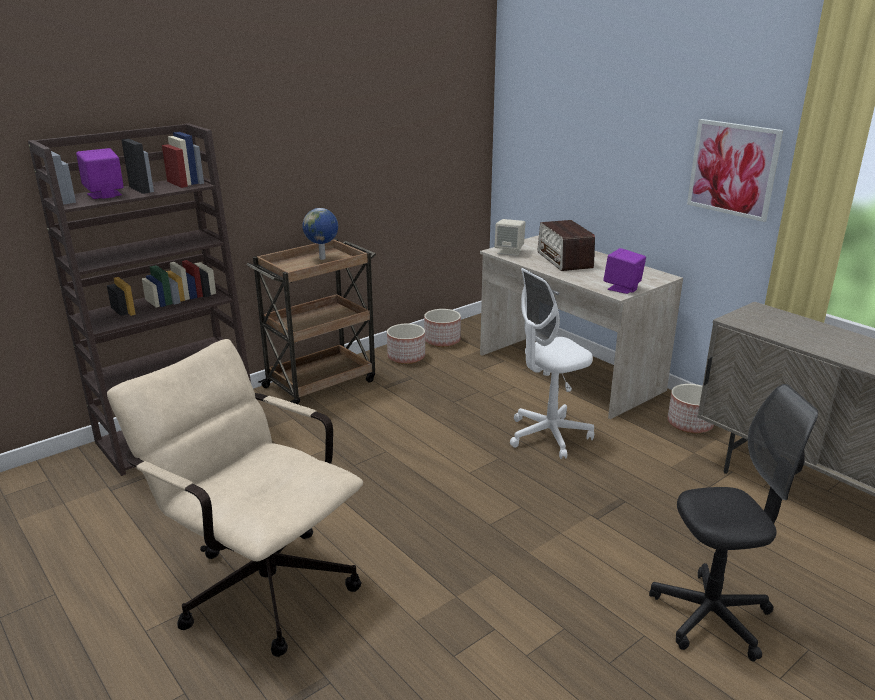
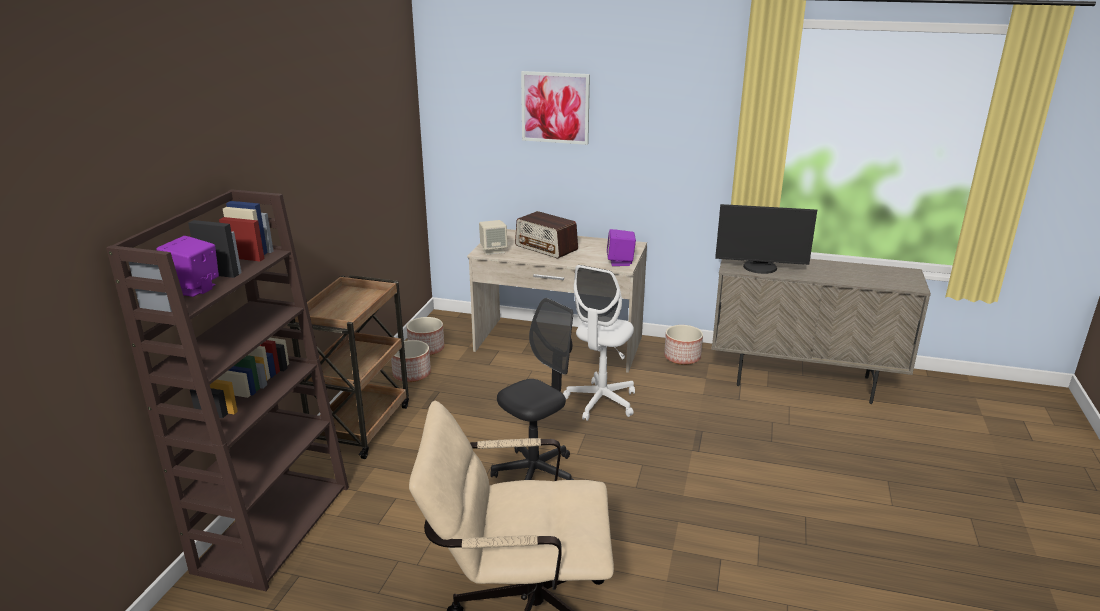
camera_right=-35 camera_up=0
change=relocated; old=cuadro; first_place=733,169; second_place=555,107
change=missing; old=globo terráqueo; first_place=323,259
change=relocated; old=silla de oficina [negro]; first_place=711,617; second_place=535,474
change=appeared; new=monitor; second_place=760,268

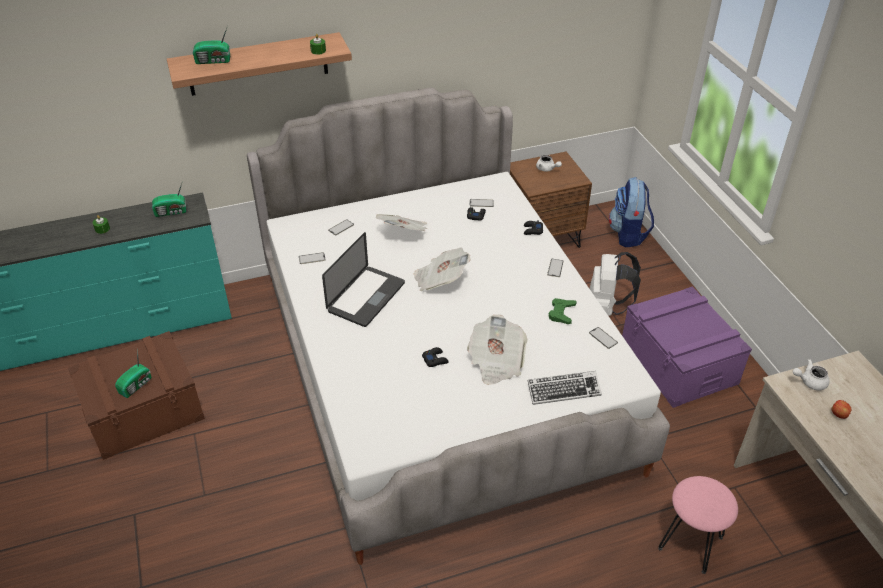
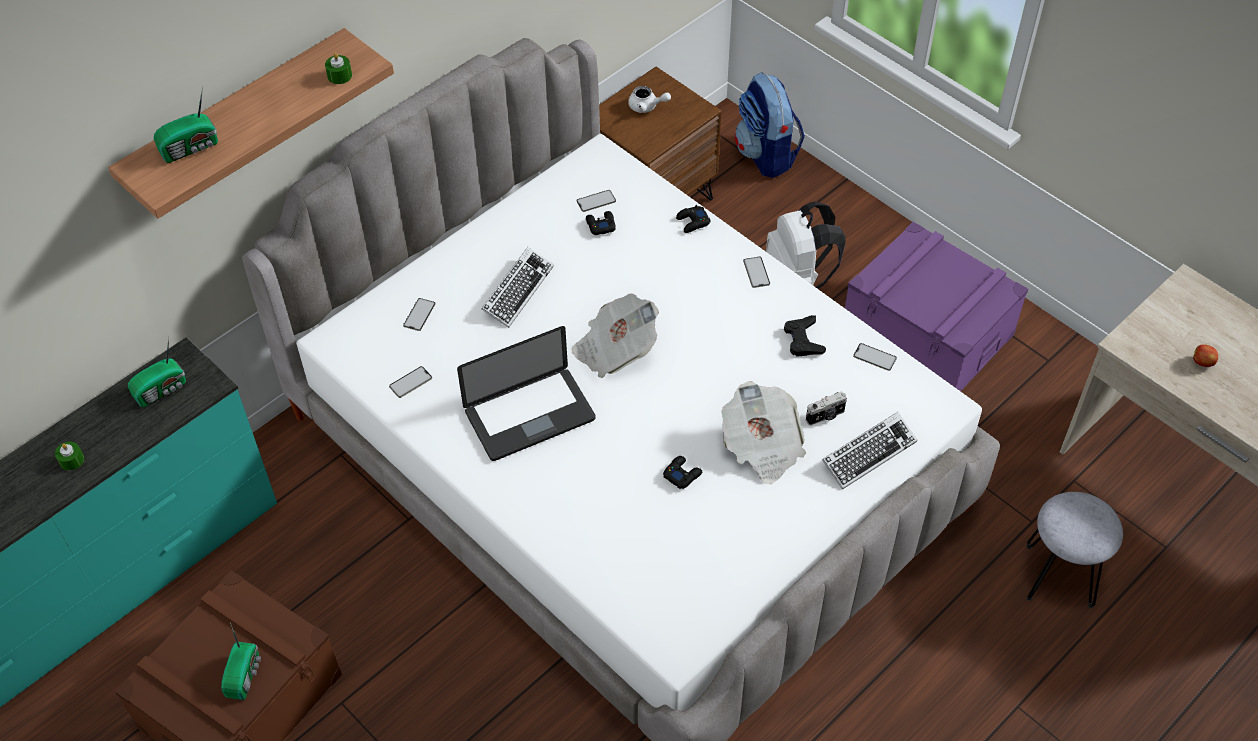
camera_right=-25 camera_up=10
change=exchanged; old=periódico; new=teclado; first_place=404,233; second_place=517,291
change=spun; old=portátil; first_place=366,297; second_place=530,416; degrees=60
change=colour; old=mando de consola [verde]; new=mando de consola [negro]; first_place=561,313; second_place=803,340
change=missing; old=tetera [blanco]; first_place=809,381
change=colour; old=taburete [rosa]; new=taburete [gris]; first_place=690,542; second_place=1058,575
change=appeared; new=cámara; second_place=825,416

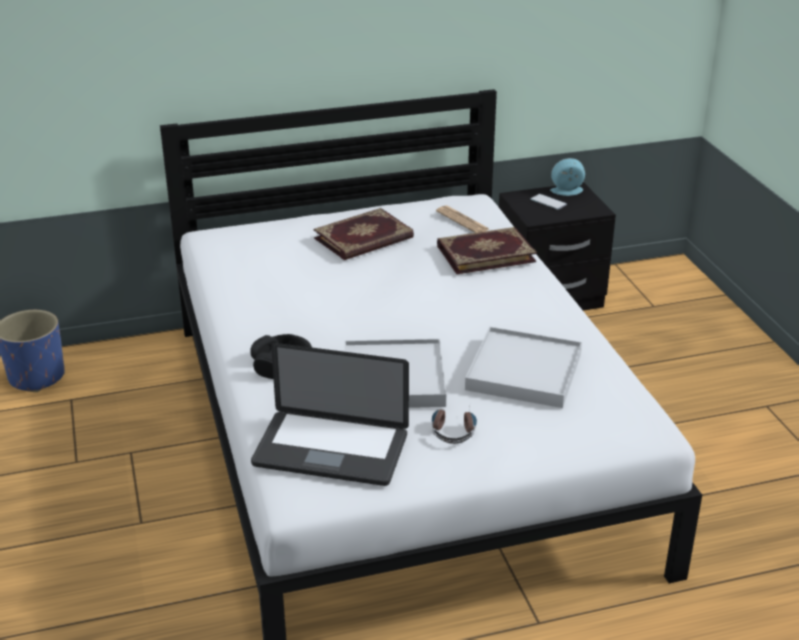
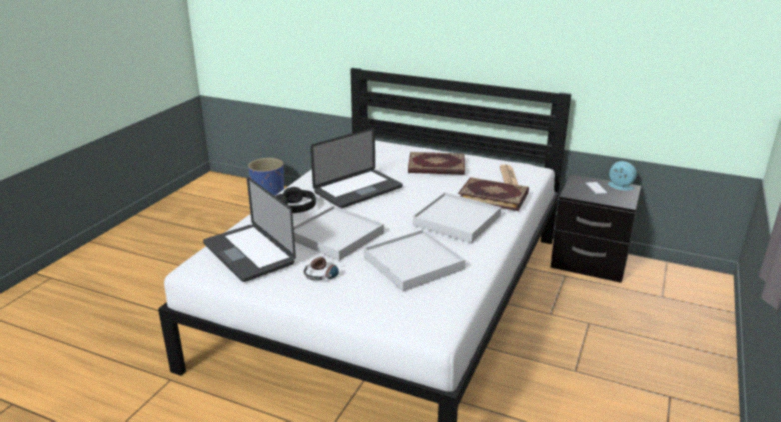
camera_right=40 camera_up=-5
change=appeared; new=portátil; second_place=358,190
change=appeared; new=bandeja [blanco]; second_place=457,220

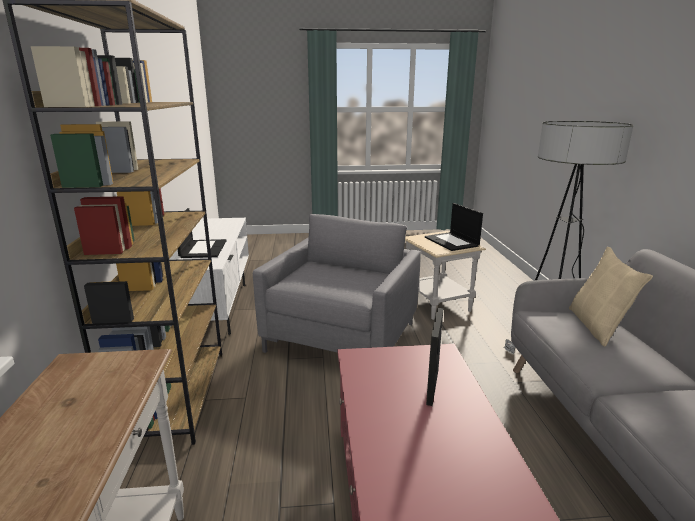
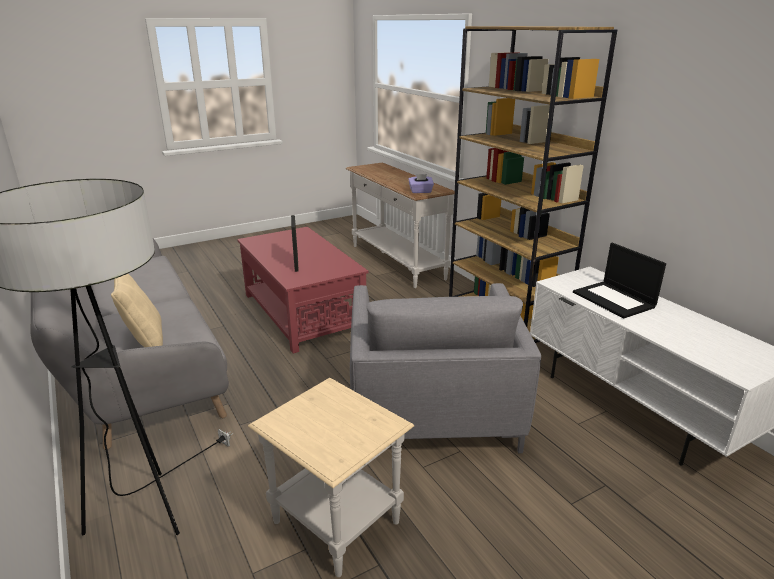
camera_right=155 camera_up=5
change=missing; old=portátil; first_place=452,242
change=appeared; new=caja de pañuelos [morado]; second_place=420,191

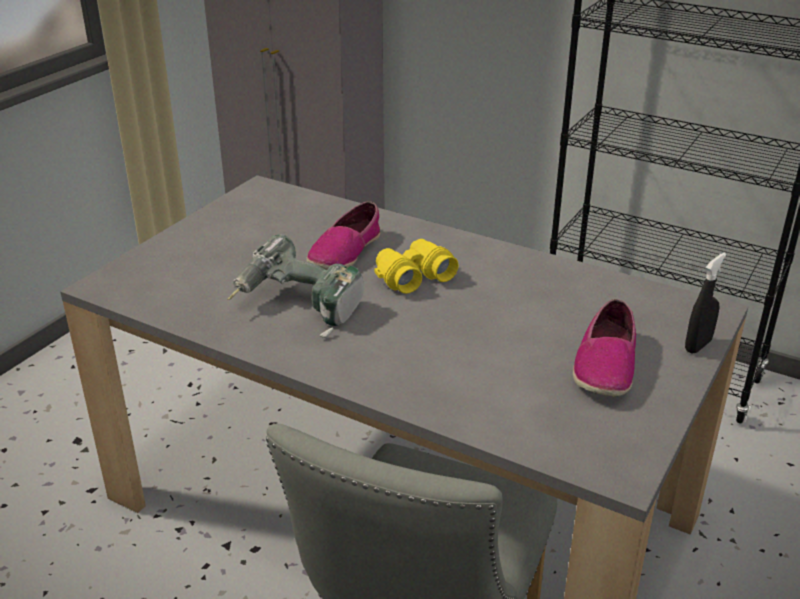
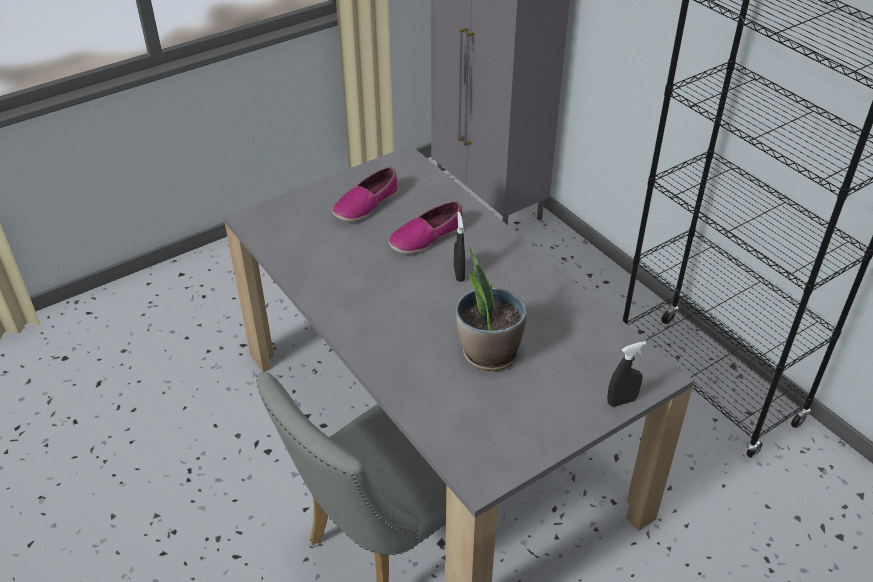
camera_right=25 camera_up=10
change=missing; old=taladro; first_place=297,307
change=exchanged; old=prismáticos [amarillo]; new=pulverizador [negro]; first_place=413,276; second_place=459,273
change=relocated; old=zapato; first_place=605,365; second_place=366,205
change=appeared; new=planta en maceta; second_place=488,353

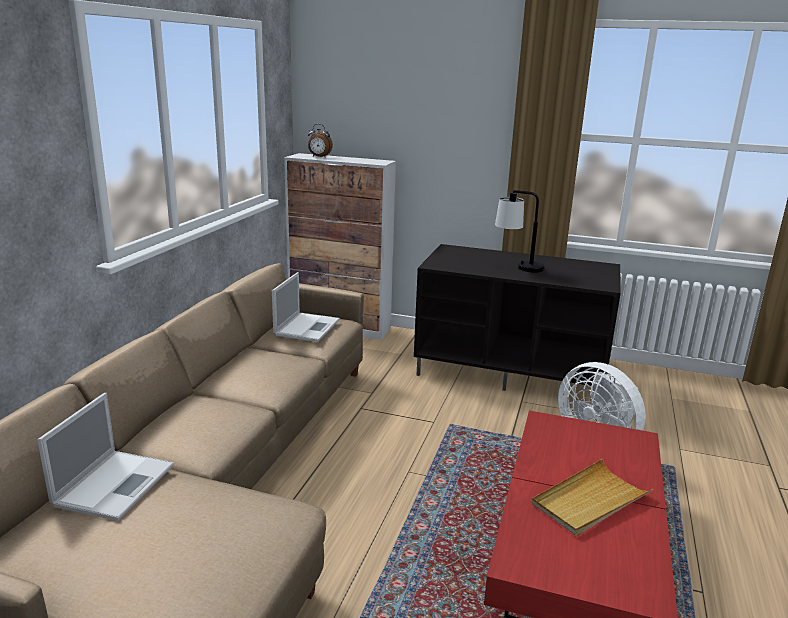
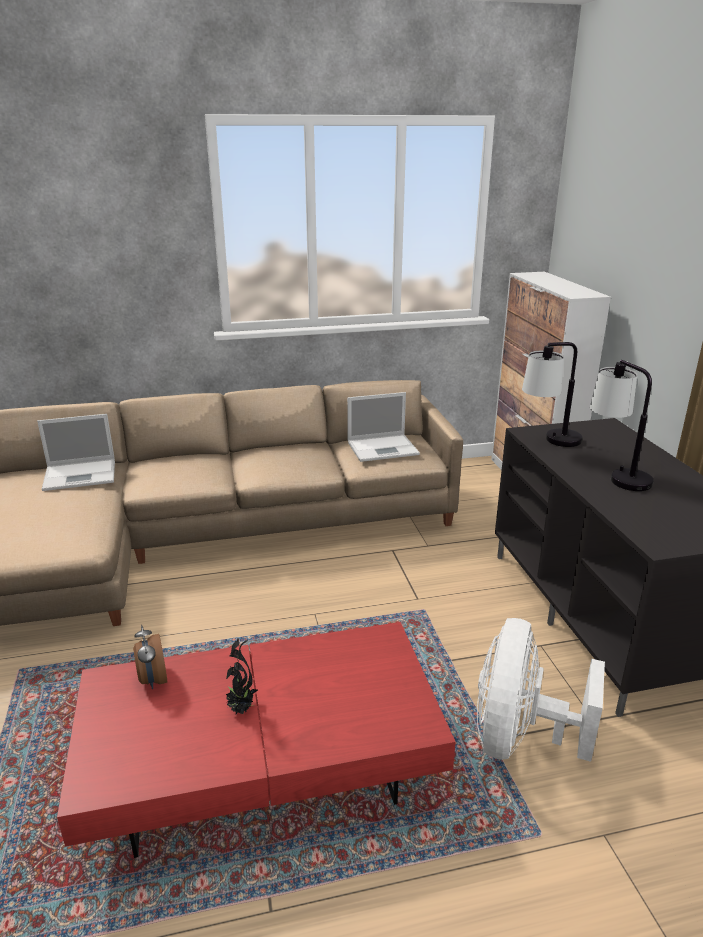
camera_right=60 camera_up=5
change=relocated; old=despertador; first_place=319,157; second_place=152,679
change=exchanged; old=bandeja [beis]; new=planta en maceta; first_place=590,500; second_place=241,709
change=appeared; new=lámpara de mesa; second_place=549,442

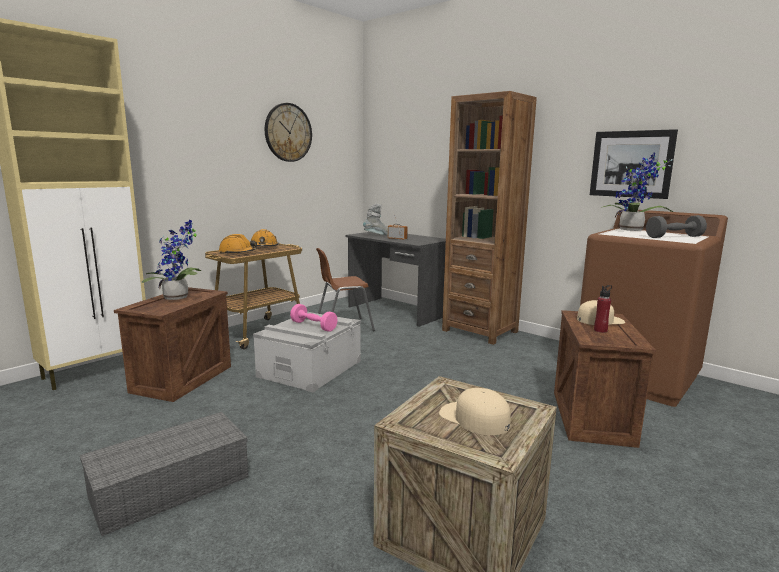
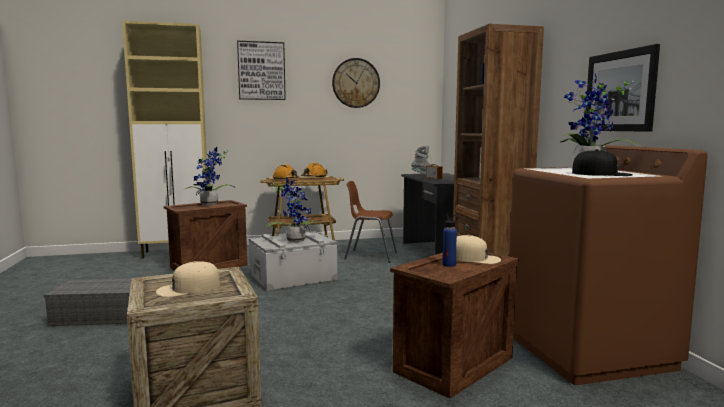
camera_right=35 camera_up=-5
change=exchanged; old=mancuerna [gris]; new=gorra [negro]; first_place=674,237; second_place=601,174
change=colour; old=botella [rojo]; new=botella [azul]; first_place=600,330; second_place=449,264
change=exchanged; old=mancuerna [rosa]; new=planta en maceta; first_place=313,326; second_place=295,240
change=spun; old=gorra [beis]; first_place=474,418; second_place=188,288; degrees=-105
change=appeared; new=cuadro; second_place=261,71

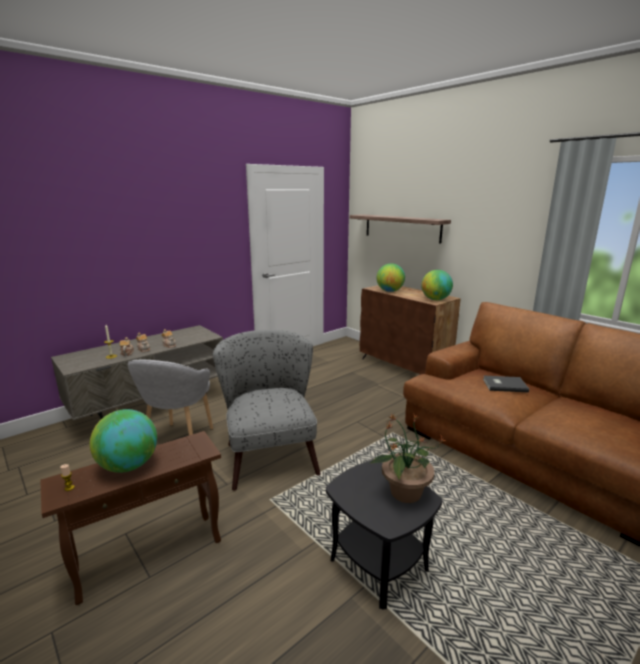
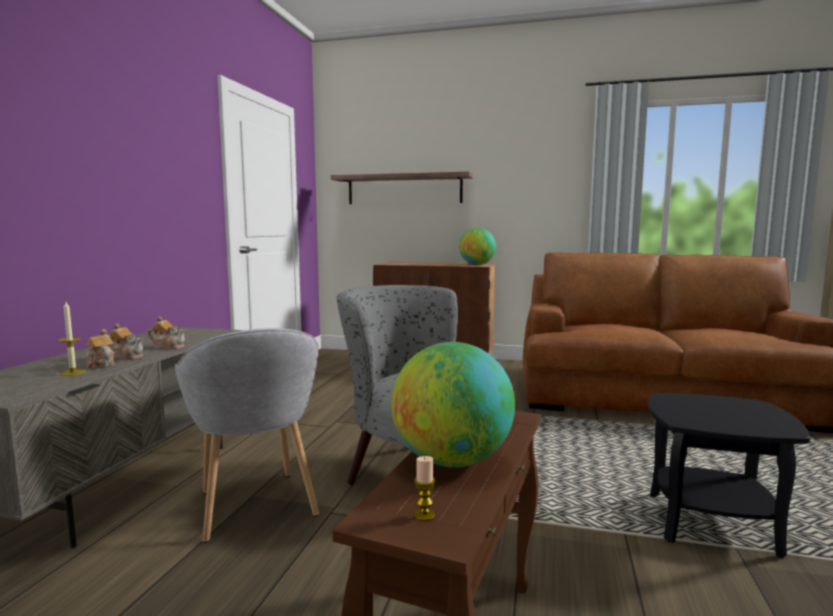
camera_right=-35 camera_up=-10
change=missing; old=globo terráqueo; first_place=390,291
change=missing; old=libro [gris]; first_place=504,385
change=missing; old=planta en maceta; first_place=404,492

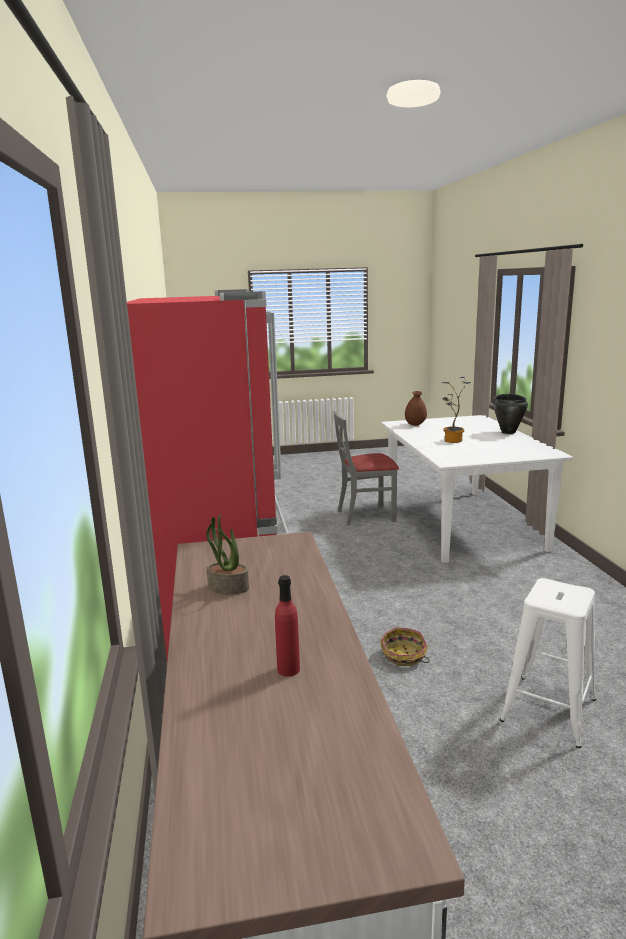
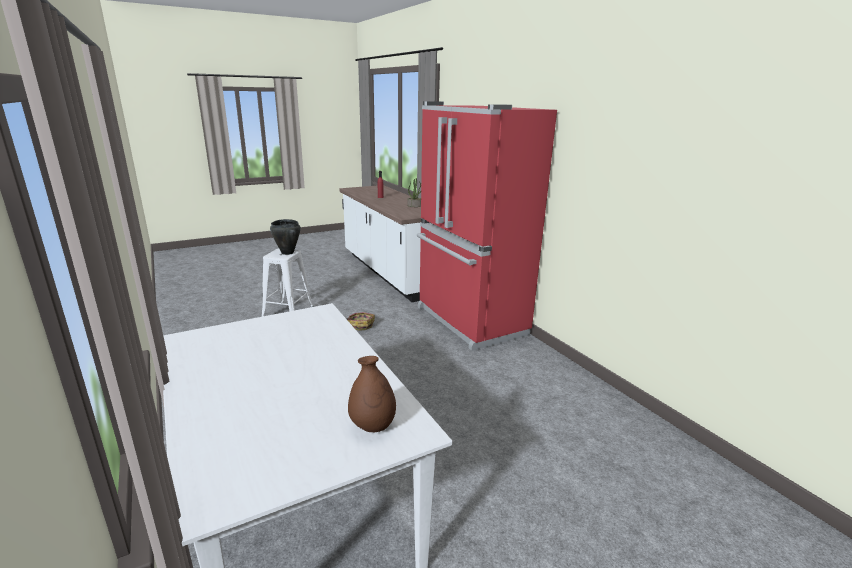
camera_right=160 camera_up=5
change=missing; old=planta en maceta; first_place=452,441
change=relocated; old=olla [negro]; first_place=508,432; second_place=287,253
change=missing; old=silla [gris]; first_place=366,515

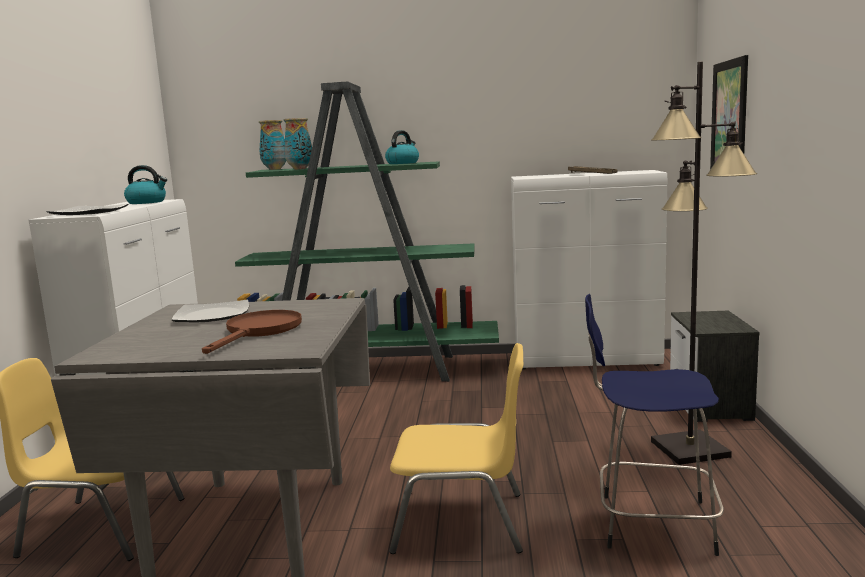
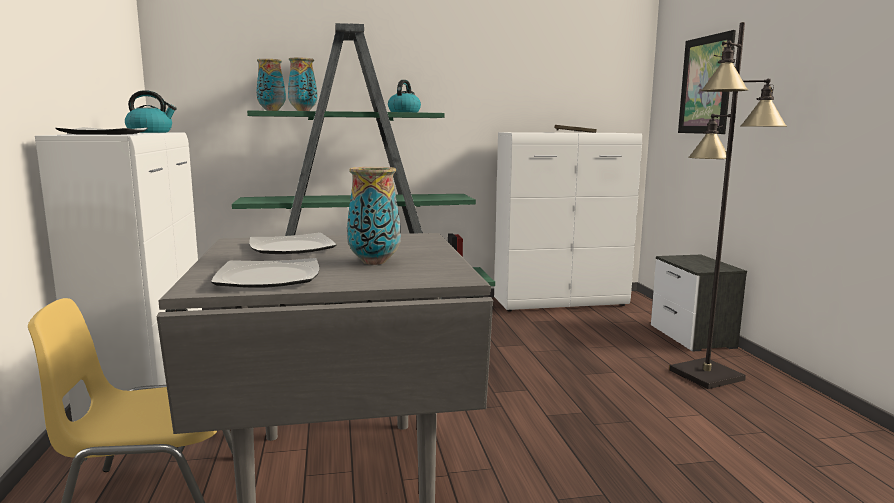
camera_right=-15 camera_up=0
change=missing; old=taburete [azul]; first_place=651,523
change=exchanged; old=sartén [marrón]; new=florero; first_place=259,331; second_place=375,262
change=missing; old=silla [amarillo]; first_place=462,522
change=appeared; new=plato; second_place=269,277

